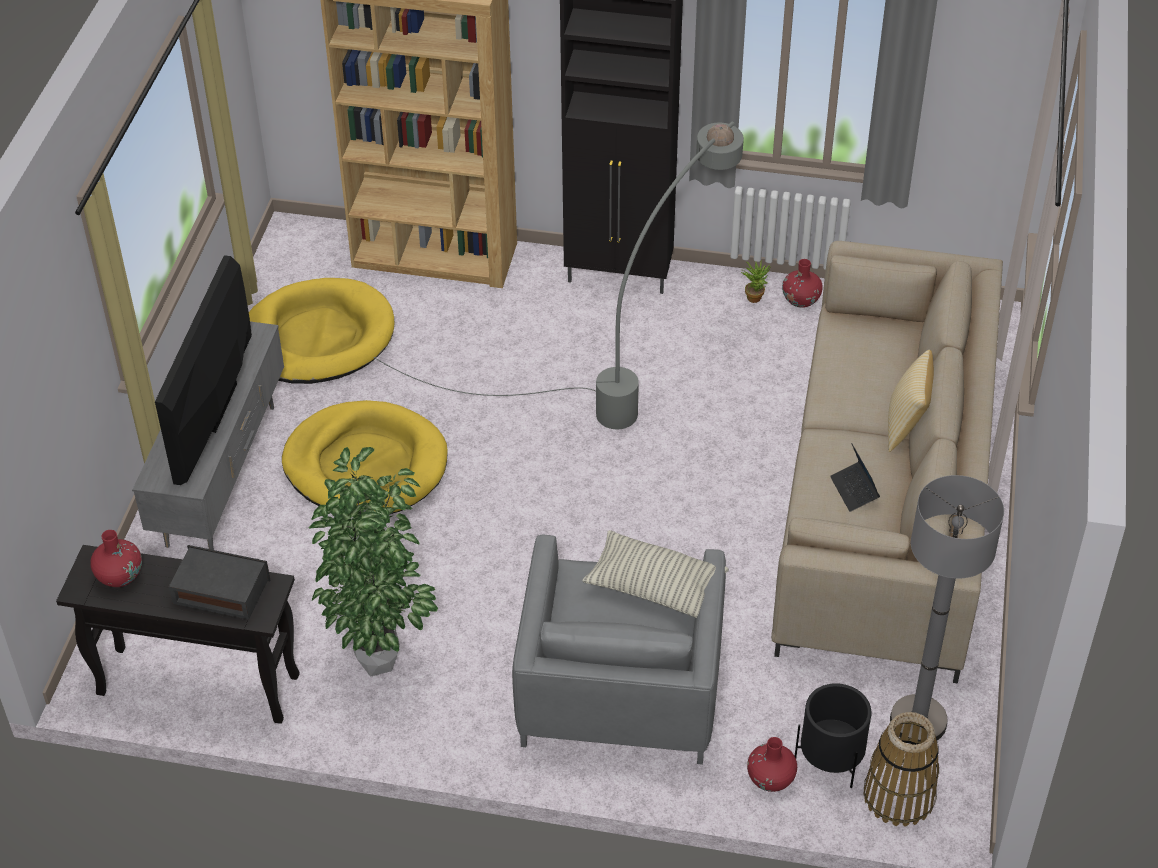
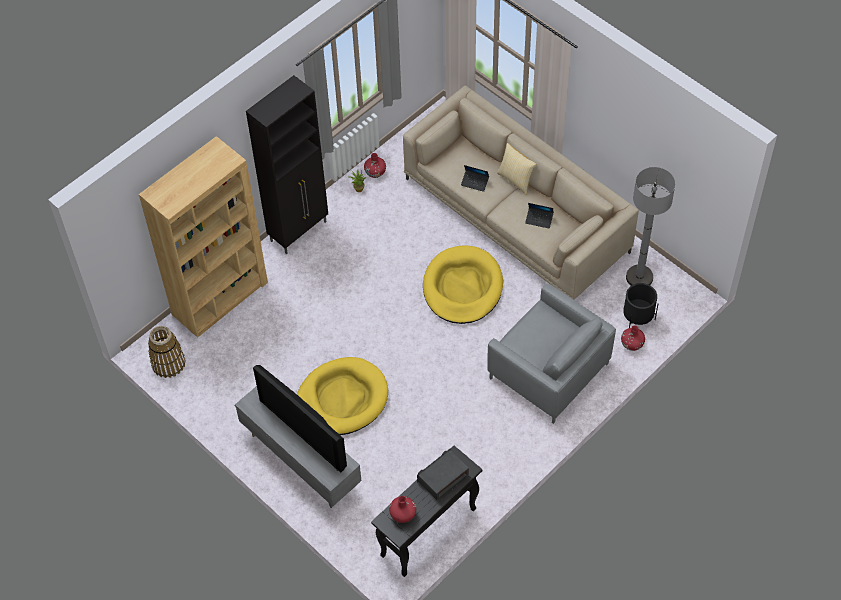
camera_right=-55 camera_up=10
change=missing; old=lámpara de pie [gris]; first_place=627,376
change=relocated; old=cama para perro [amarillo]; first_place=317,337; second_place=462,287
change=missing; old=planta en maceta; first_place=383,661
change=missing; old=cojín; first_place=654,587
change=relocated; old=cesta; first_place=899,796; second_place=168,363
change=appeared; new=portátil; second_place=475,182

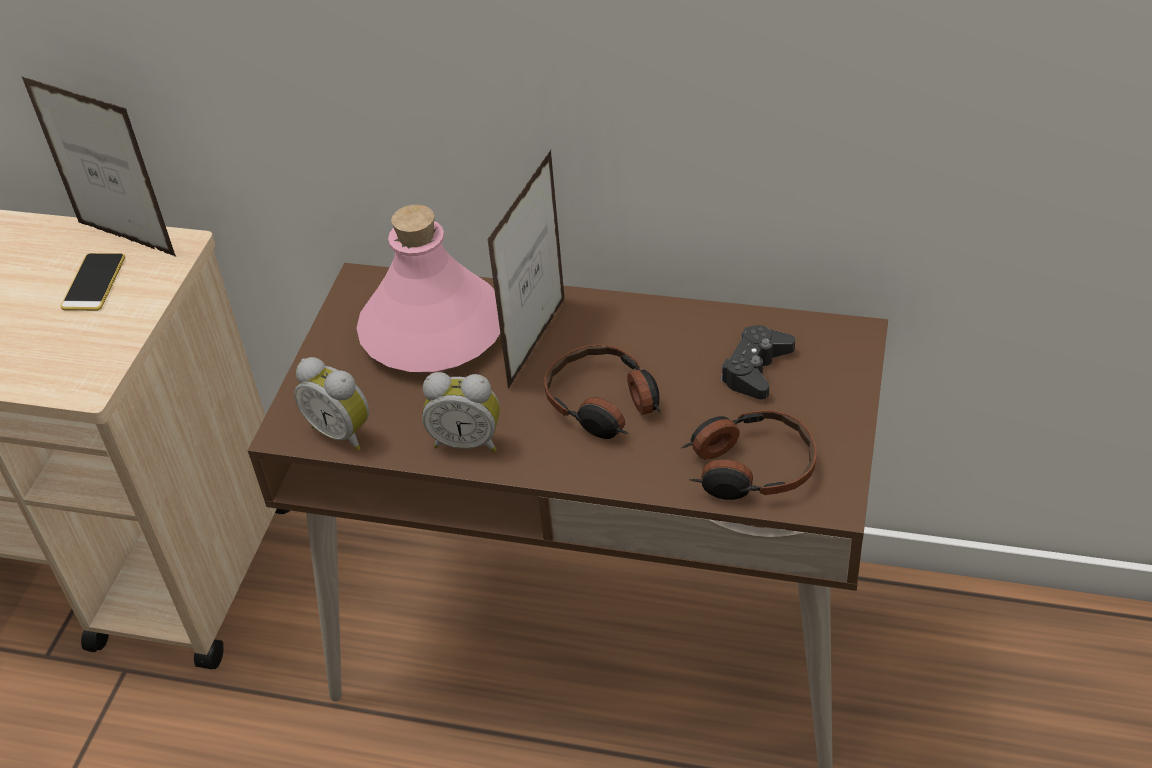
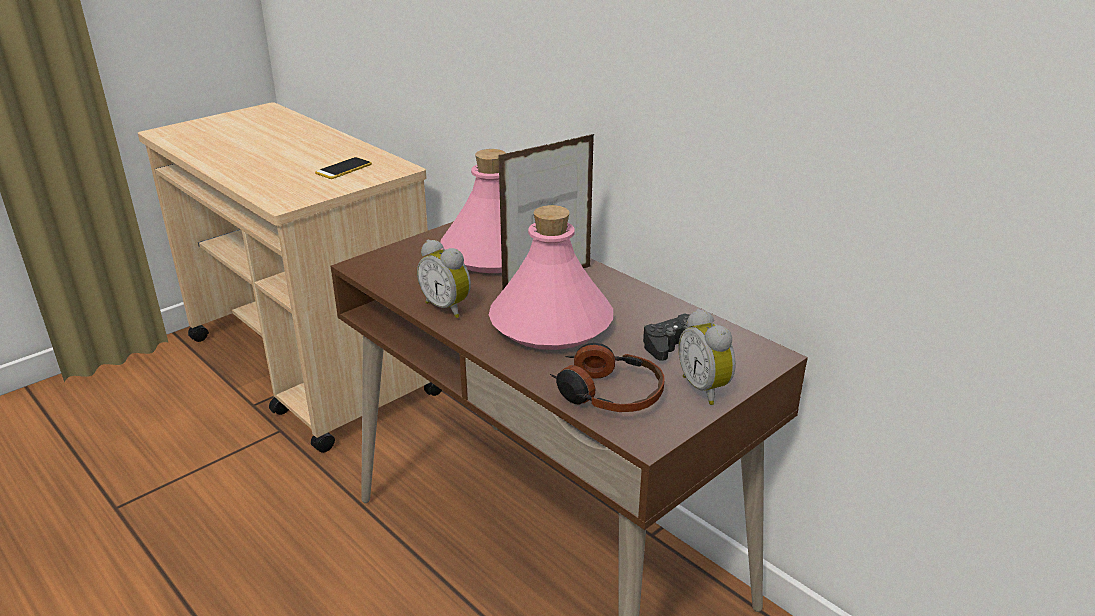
camera_right=30 camera_up=-15
change=missing; old=portarretratos; first_place=126,239
change=exchanged; old=auriculares; new=botella [rosa]; first_place=604,404; second_place=551,323
change=relocated; old=despertador; first_place=343,431; second_place=706,388

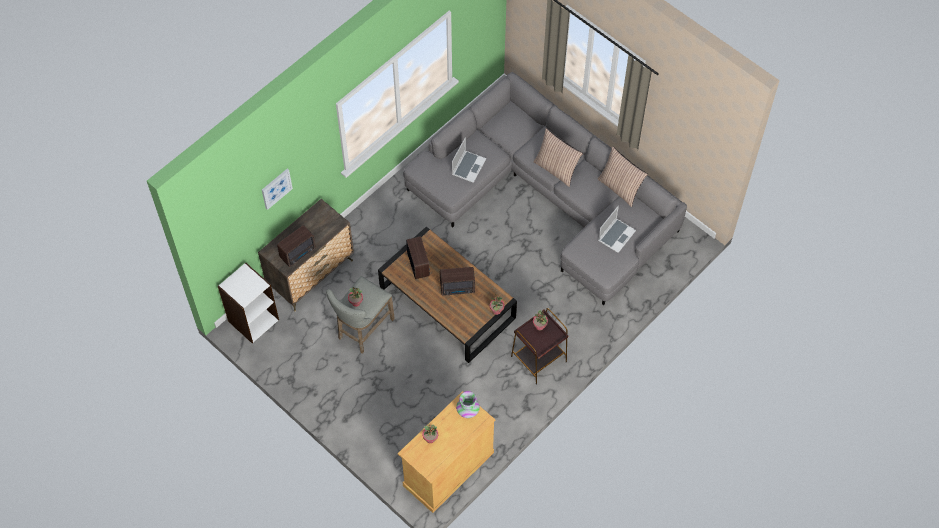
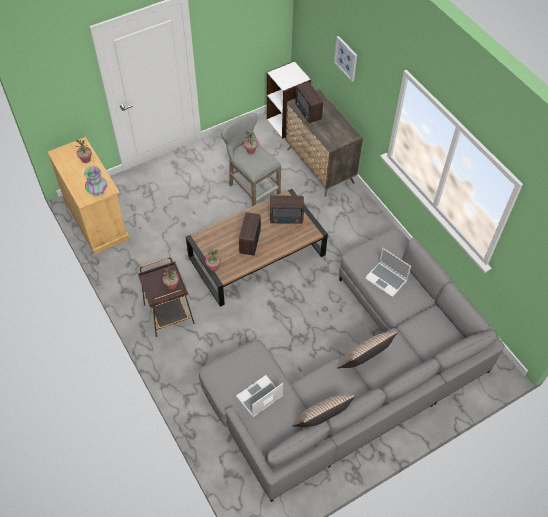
camera_right=105 camera_up=-5
change=spun; old=portátil; first_place=616,235; second_place=259,397; degrees=90

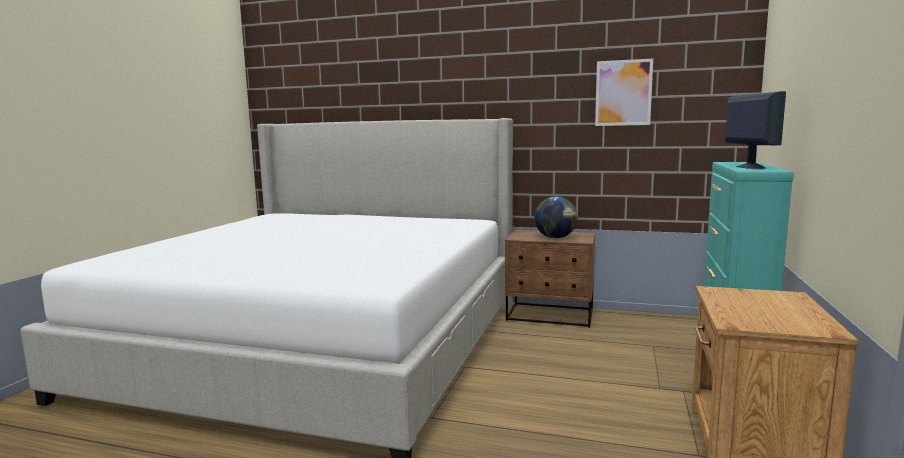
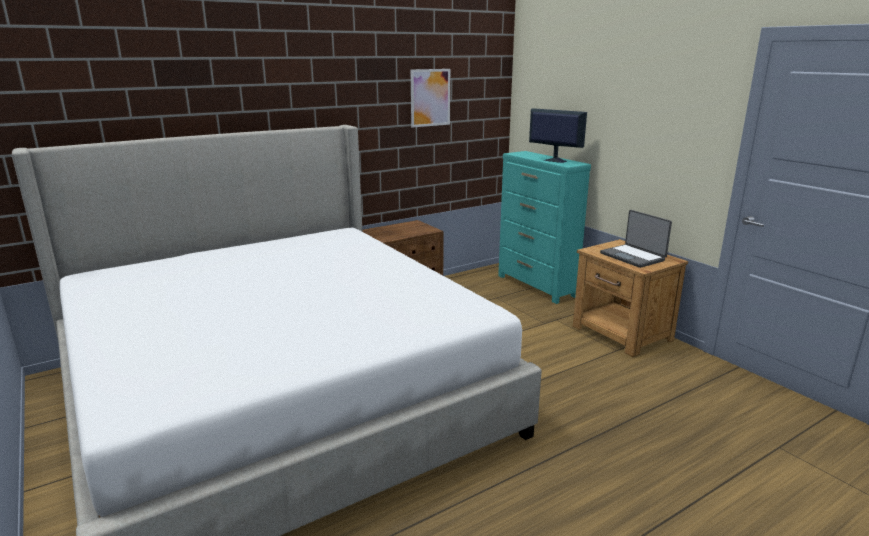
camera_right=-50 camera_up=10
change=missing; old=globo terráqueo; first_place=555,238
change=appeared; new=portátil; second_place=633,257

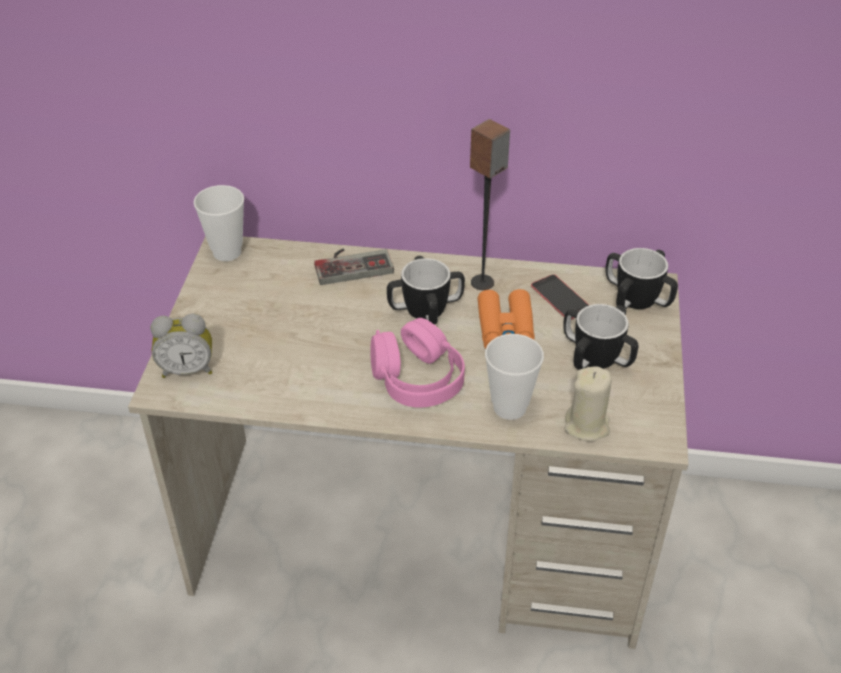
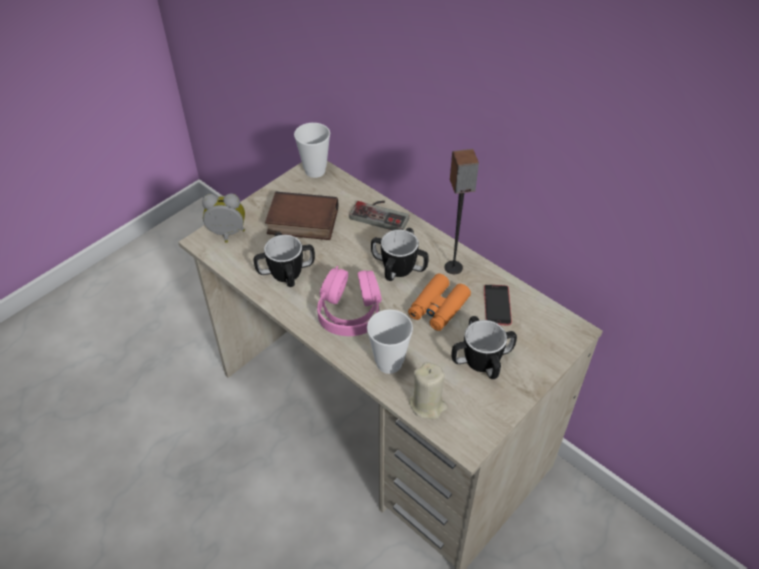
camera_right=35 camera_up=5
change=relocated; old=taza grande; first_place=637,298; second_place=286,273
change=spun; old=despertador; first_place=187,369; second_place=227,235; degrees=150
change=appeared; new=libro; second_place=301,222

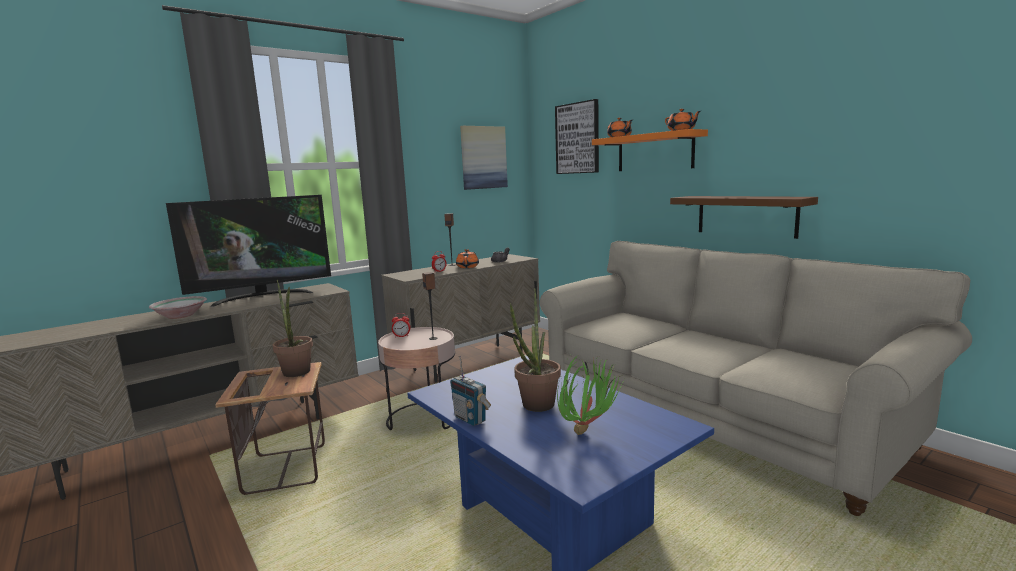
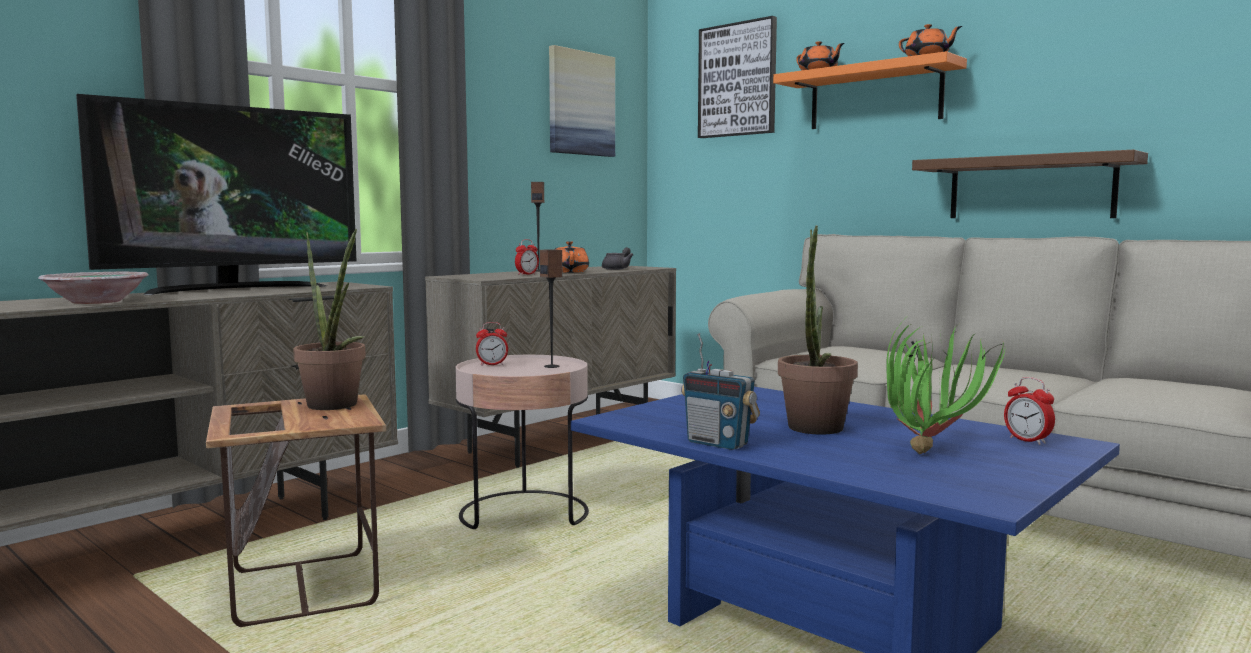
camera_right=-10 camera_up=-5
change=appeared; new=despertador; second_place=1027,441

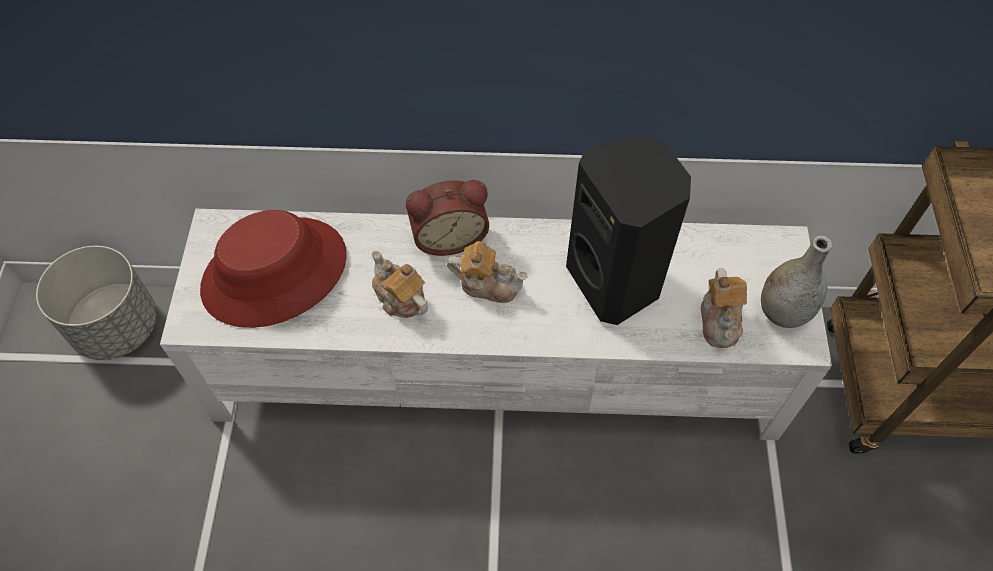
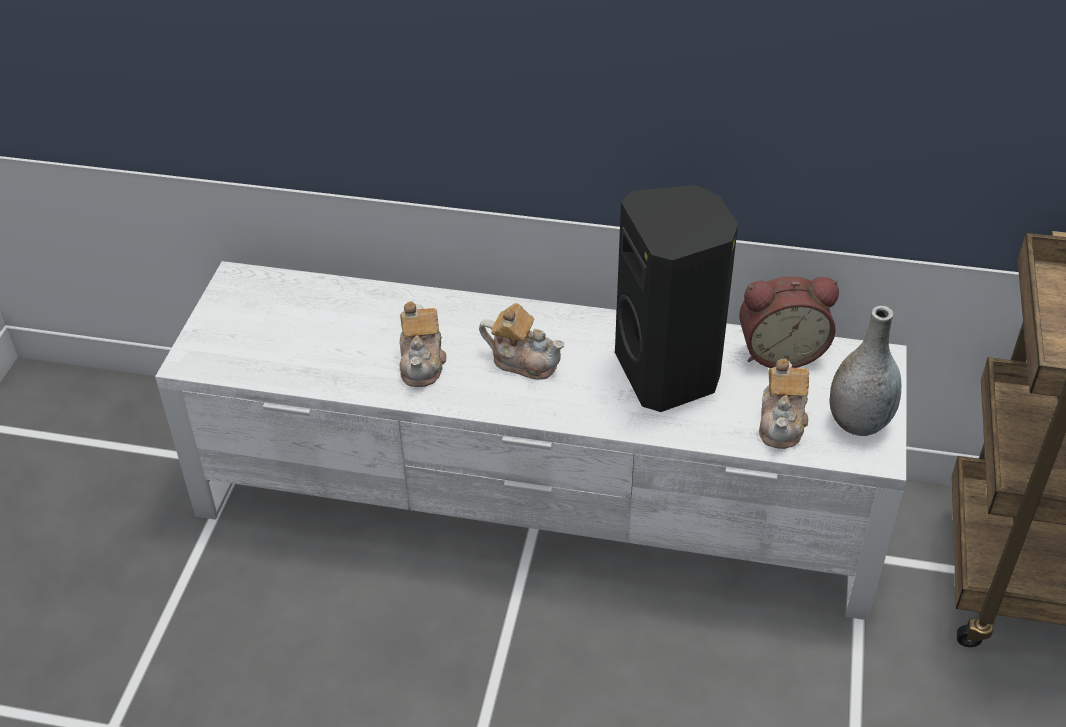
camera_right=10 camera_up=-15
change=relocated; old=despertador; first_place=449,236; second_place=780,351
change=missing; old=sombrero [rojo]; first_place=275,273
change=missing; old=maceta [gris]; first_place=116,328
change=spun; old=tetera; first_place=400,298; second_place=422,363; degrees=-150

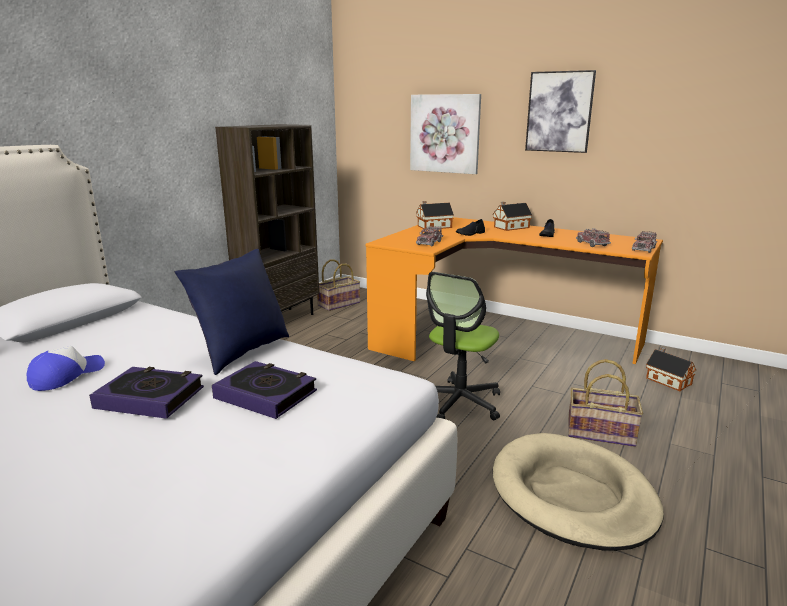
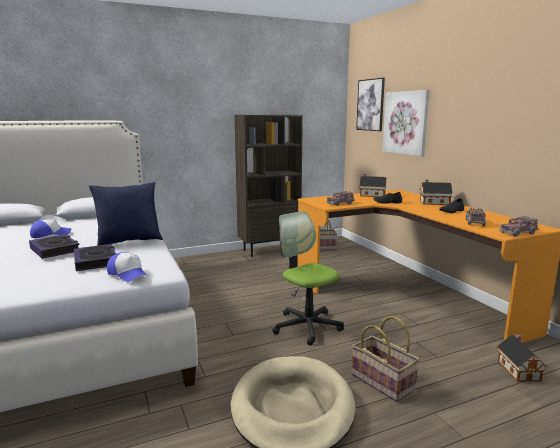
camera_right=35 camera_up=-5
change=relocated; old=cuadro; first_place=559,112; second_place=370,105
change=spun; old=silla de oficina; first_place=459,402; second_place=307,326; degrees=75
change=appeared; new=gorra; second_place=128,274

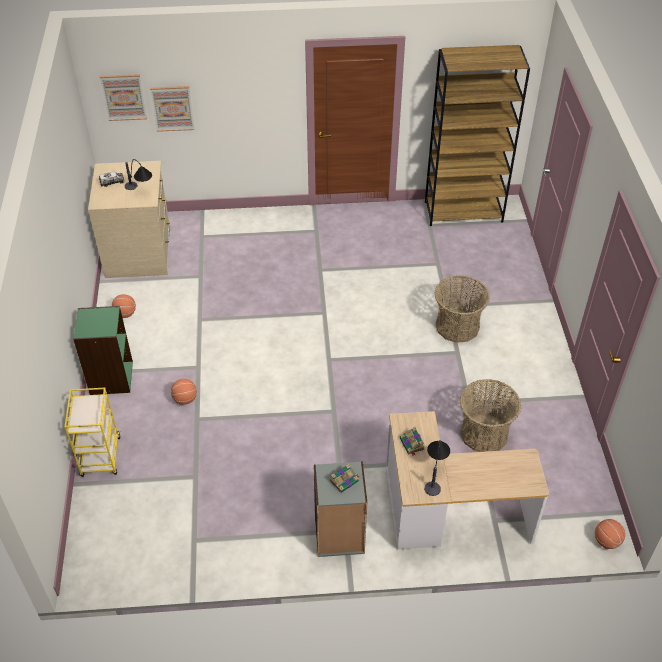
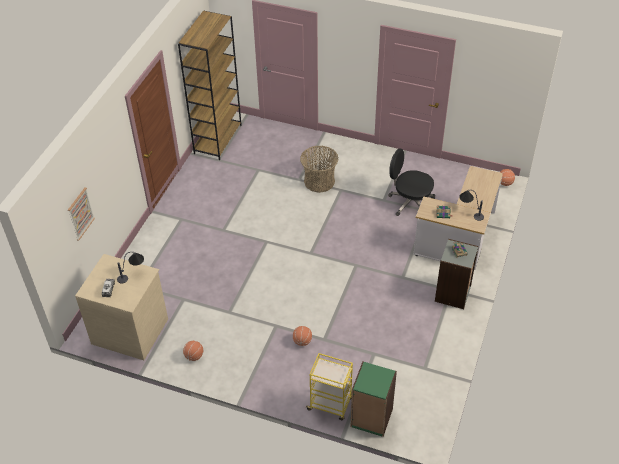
camera_right=-65 camera_up=0
change=missing; old=cuadro; first_place=123,97
change=relocated; old=estantería [verde]; first_place=110,378; second_place=371,418
change=exchanged; old=cesta; new=silla de oficina [negro]; first_place=484,433; second_place=410,202

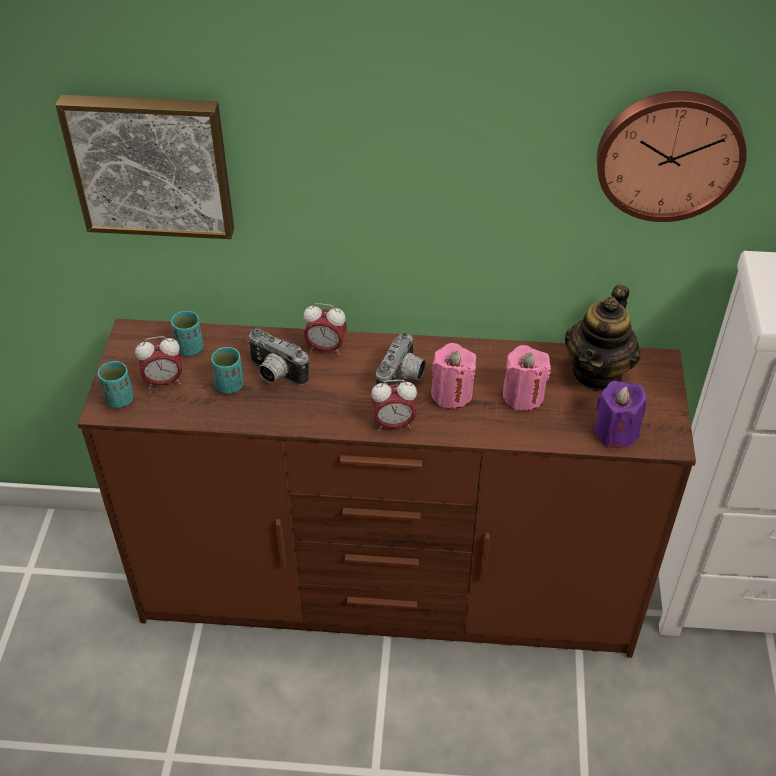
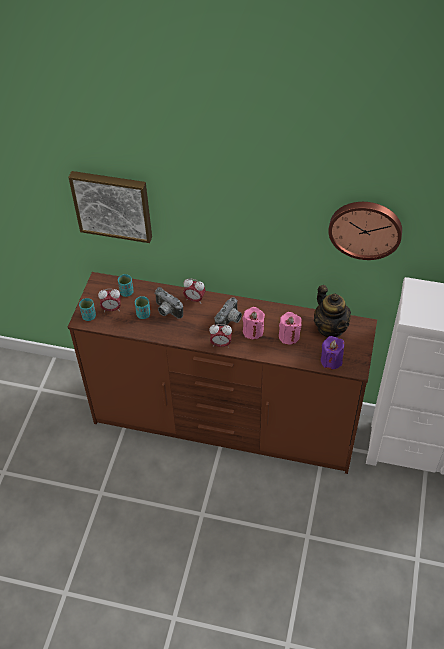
camera_right=10 camera_up=5
change=spun; old=tetera; first_place=598,373; second_place=330,328; degrees=-60

